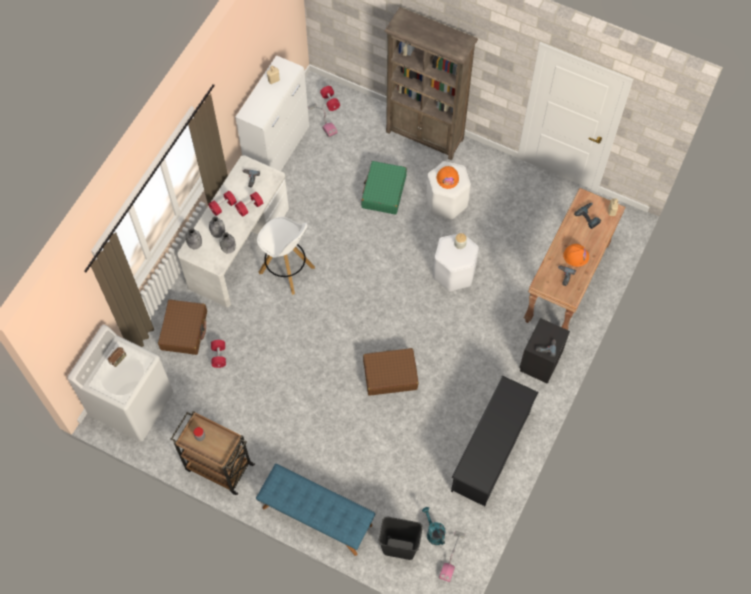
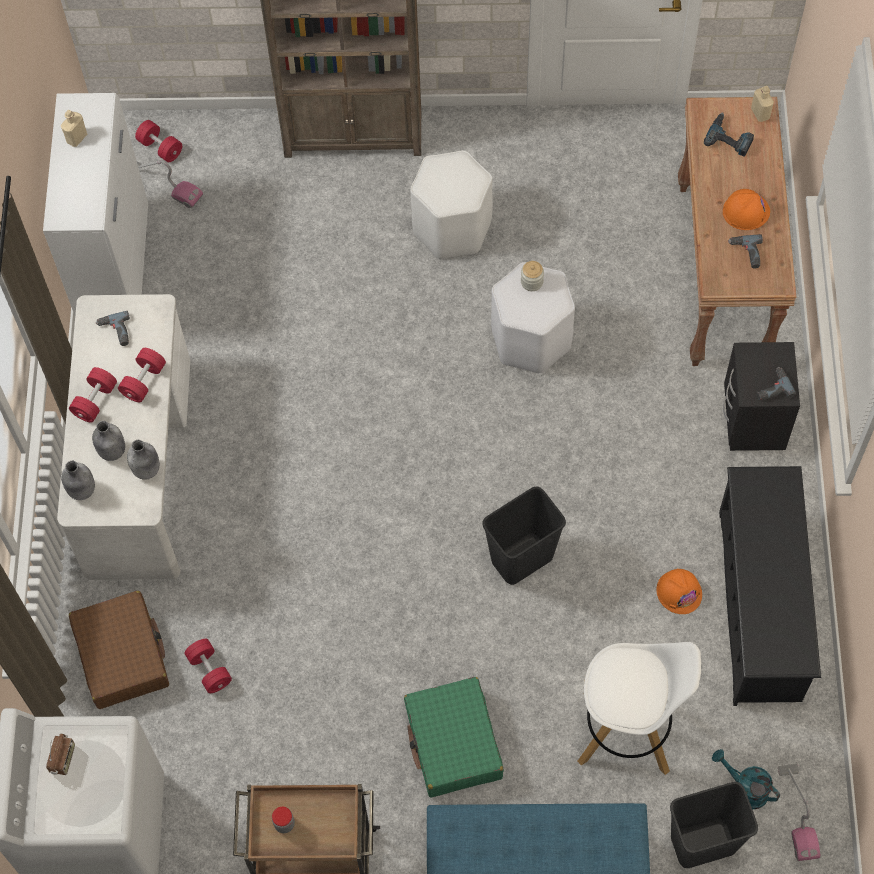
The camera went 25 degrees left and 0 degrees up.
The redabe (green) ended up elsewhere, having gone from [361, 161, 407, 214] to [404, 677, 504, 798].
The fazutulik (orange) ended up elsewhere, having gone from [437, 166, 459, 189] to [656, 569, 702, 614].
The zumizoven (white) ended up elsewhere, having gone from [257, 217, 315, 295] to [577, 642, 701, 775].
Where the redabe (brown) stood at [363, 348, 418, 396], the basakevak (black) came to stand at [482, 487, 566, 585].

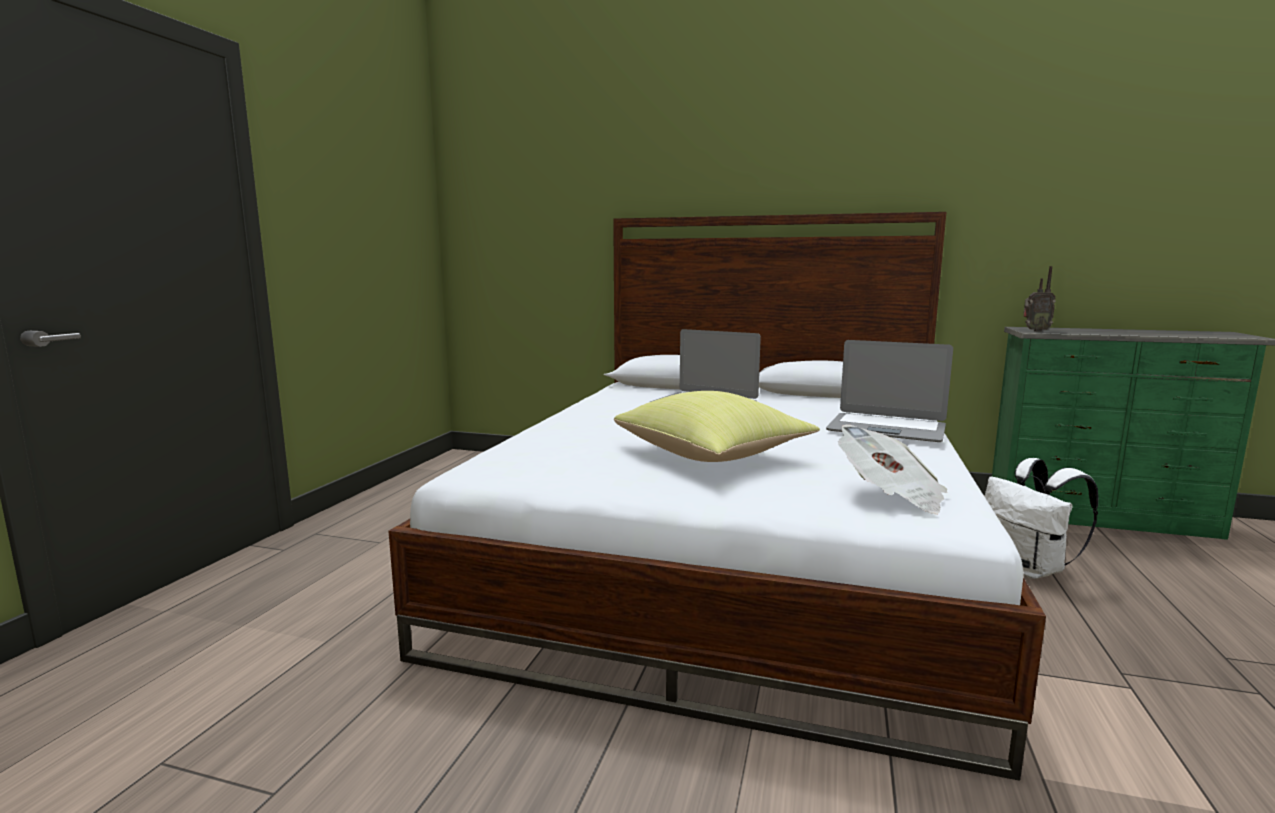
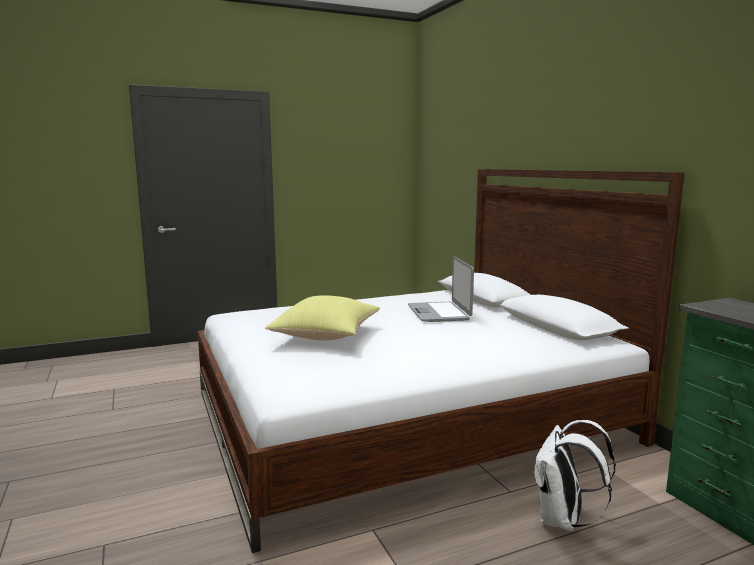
The camera went 50 degrees right and 0 degrees up.
The second view lost the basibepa at [1023, 266, 1056, 332].
The second view lost the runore at [826, 340, 953, 442].
The second view lost the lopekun at [838, 424, 947, 515].

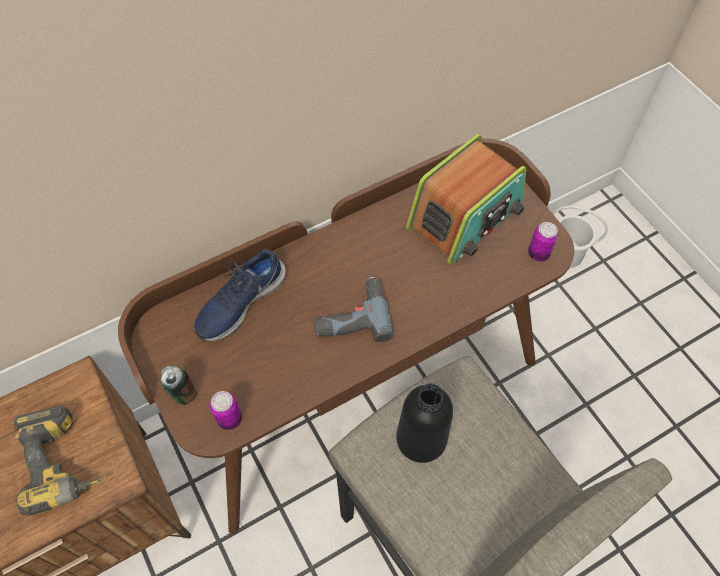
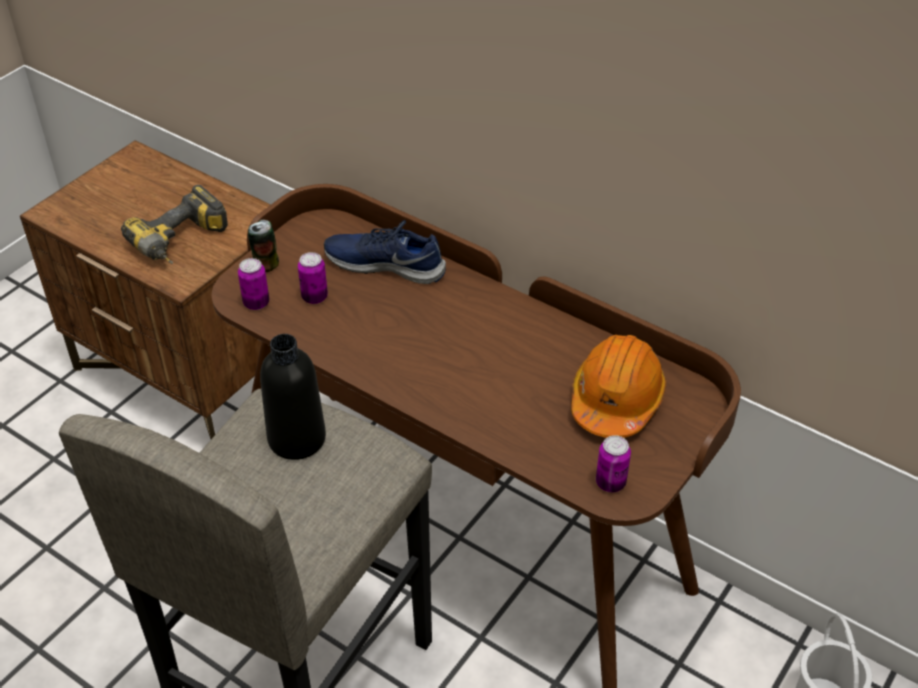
The camera went 65 degrees right and 15 degrees down.
Where the basibepa stood at [406, 134, 526, 265], the fazutulik (orange) came to stand at [571, 335, 666, 438].
The second view lost the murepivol at [314, 277, 393, 342].
The second view gained the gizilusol at [298, 252, 328, 304].

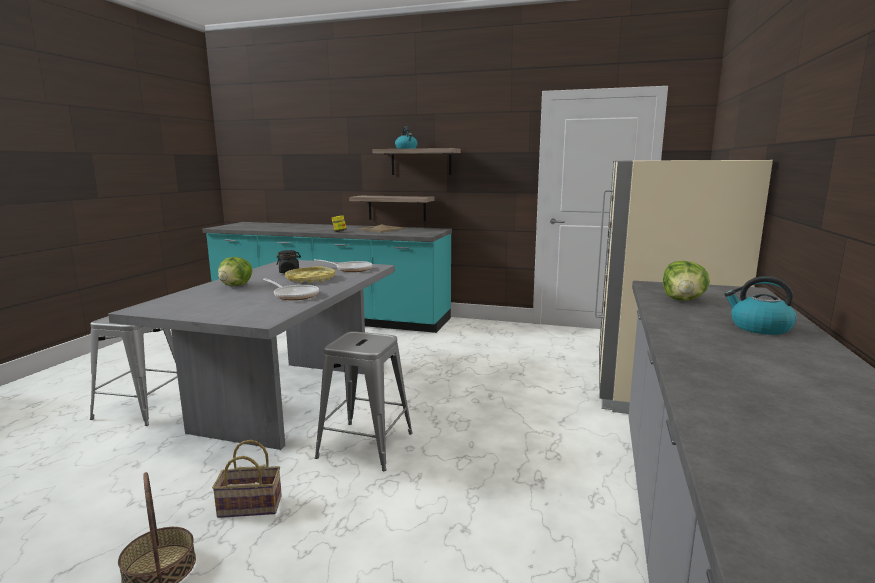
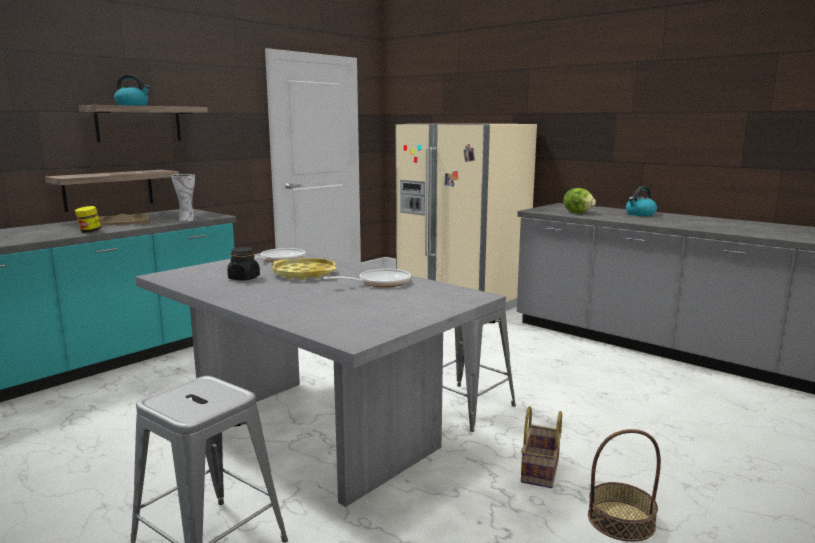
The camera went 65 degrees left and 0 degrees up.
The second view lost the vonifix at [218, 257, 252, 286].
The second view gained the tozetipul at [171, 174, 196, 221].

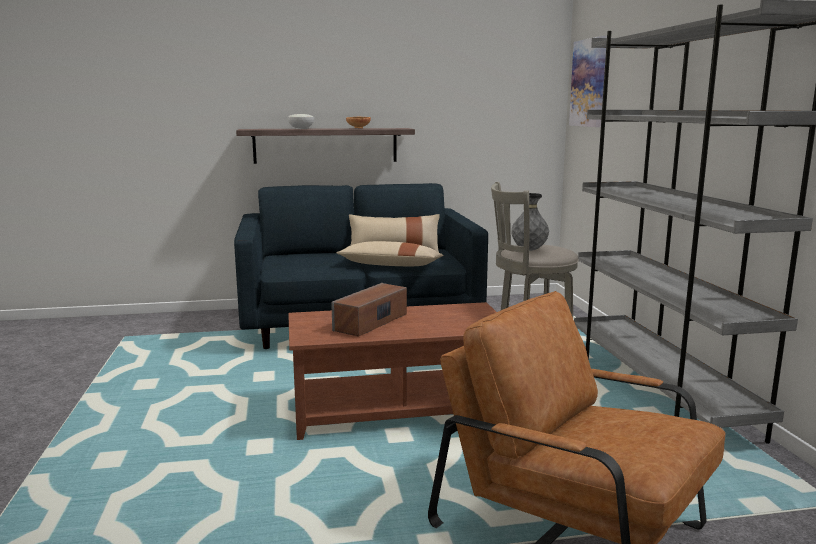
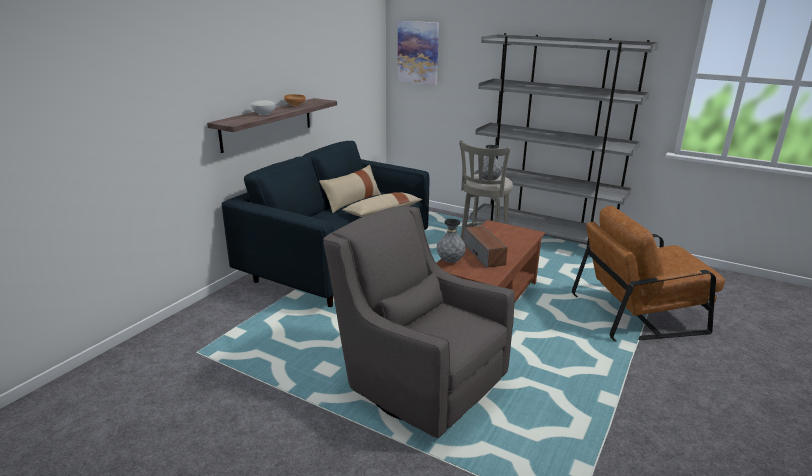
The camera went 50 degrees left and 10 degrees up.
The second view gained the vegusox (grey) at [323, 205, 515, 438].
The second view gained the tozetipul (grey) at [437, 219, 466, 263].

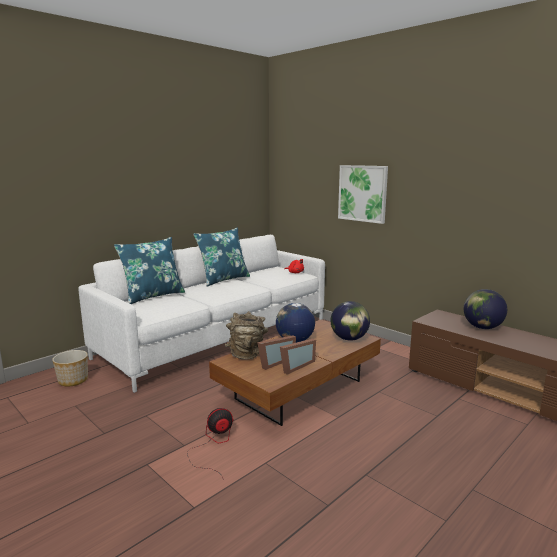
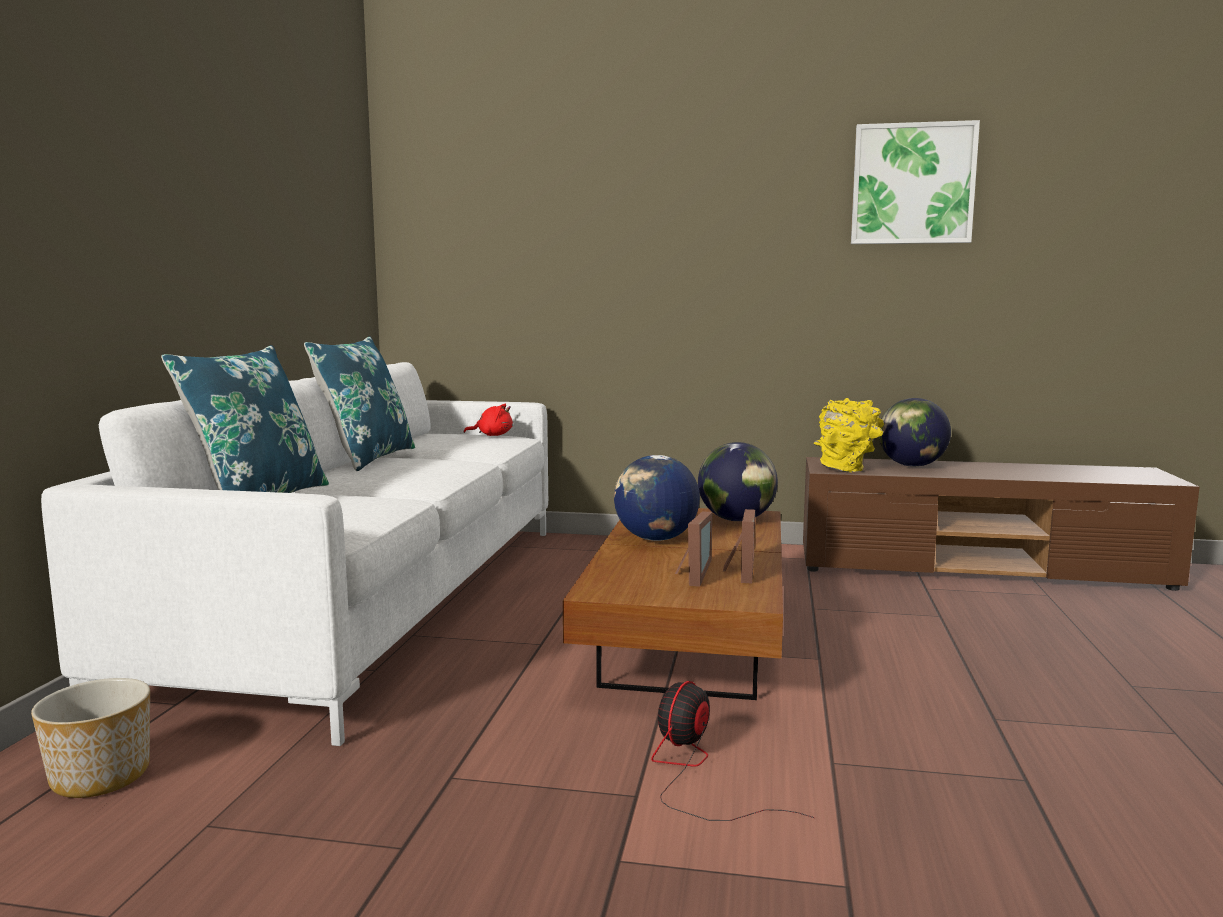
The camera went 35 degrees left and 5 degrees down.
The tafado ended up elsewhere, having gone from [338, 165, 388, 224] to [851, 120, 980, 244].
The second view lost the tozetipul (brown) at [225, 311, 268, 359].
The second view gained the tozetipul (yellow) at [813, 398, 884, 472].

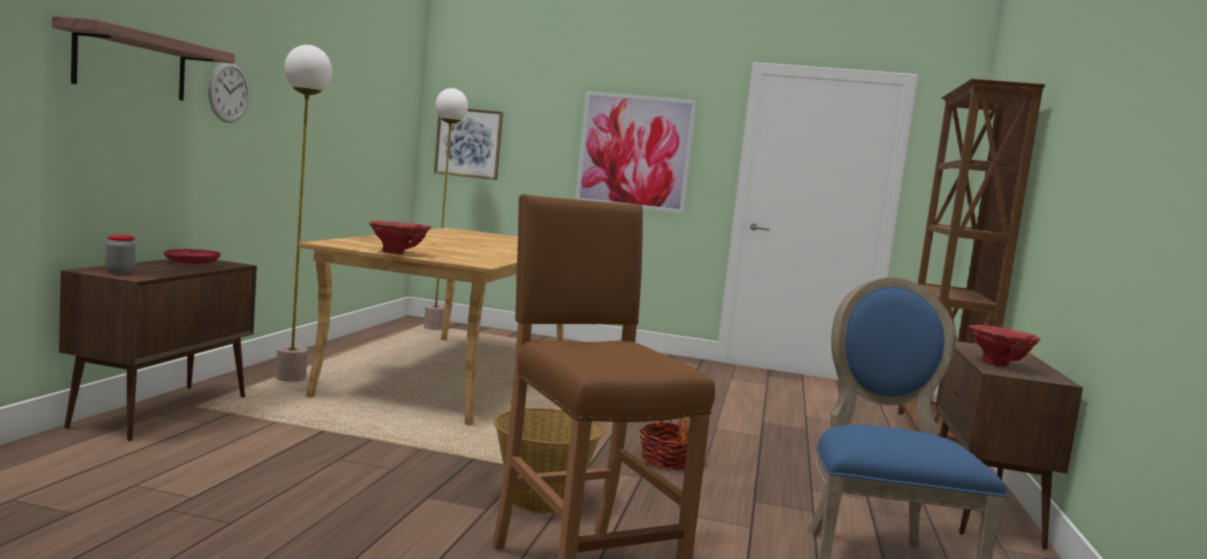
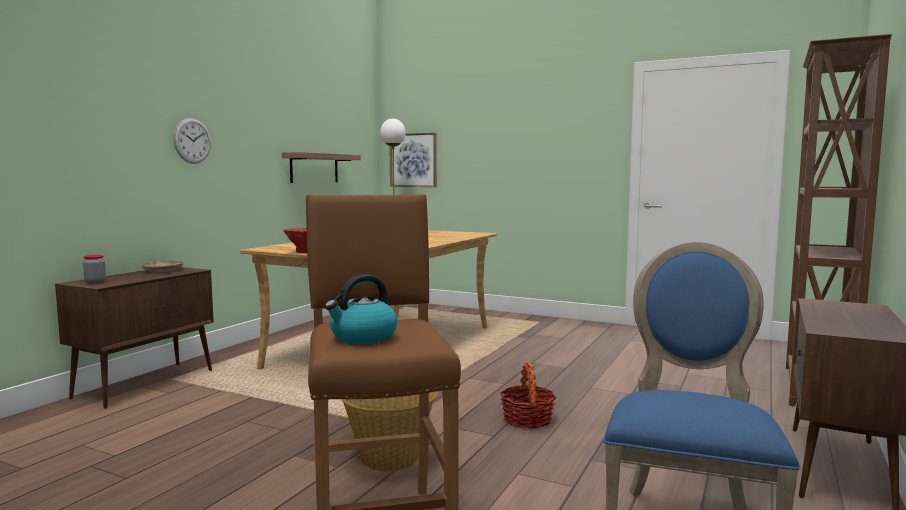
The camera went 15 degrees right and 0 degrees up.
The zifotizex ended up elsewhere, having gone from [52, 16, 235, 101] to [282, 152, 361, 183].
The second view lost the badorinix at [276, 45, 332, 382].
The second view lost the tafado at [575, 91, 697, 214].
What was the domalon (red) at [164, 249, 221, 264] turned into the domalon (beige) at [142, 261, 184, 272].
The second view lost the tozetipul (red) at [969, 325, 1041, 367].
The second view gained the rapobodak at [325, 274, 397, 344].

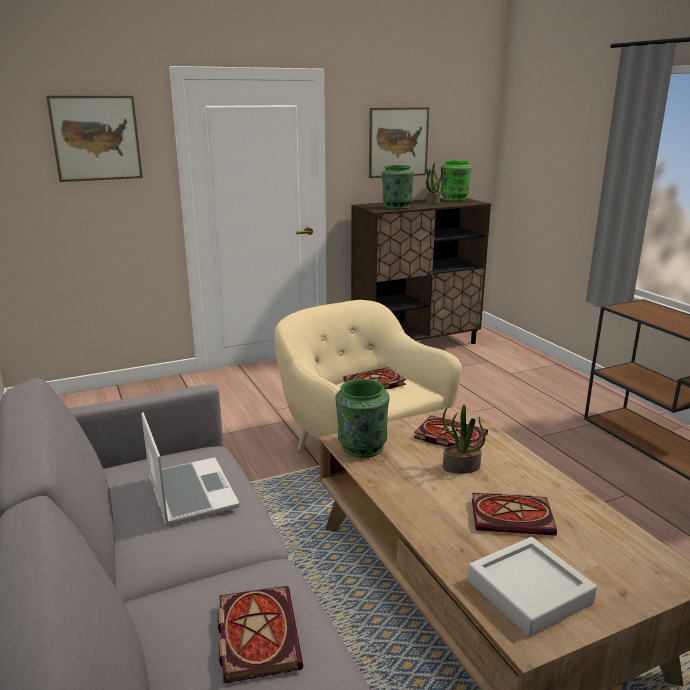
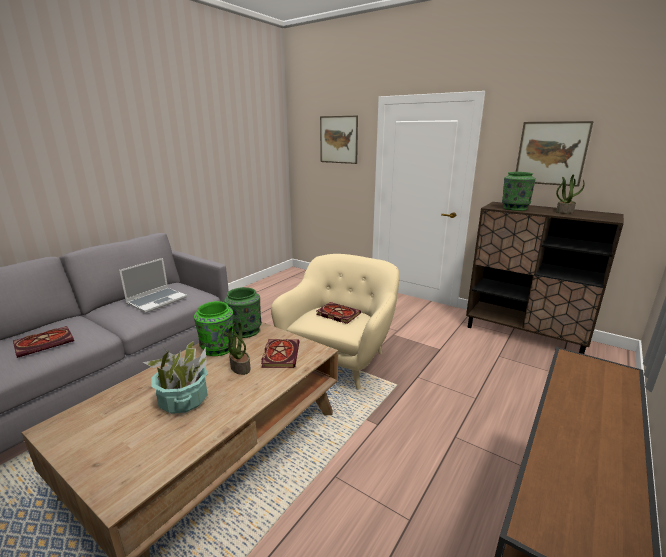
The camera went 60 degrees right and 0 degrees up.
The tozetipul (green) ended up elsewhere, having gone from [440, 160, 472, 201] to [194, 301, 235, 356].
Where the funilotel stood at [472, 493, 557, 535], the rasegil came to stand at [143, 341, 208, 414].
The second view lost the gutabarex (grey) at [468, 537, 597, 637].

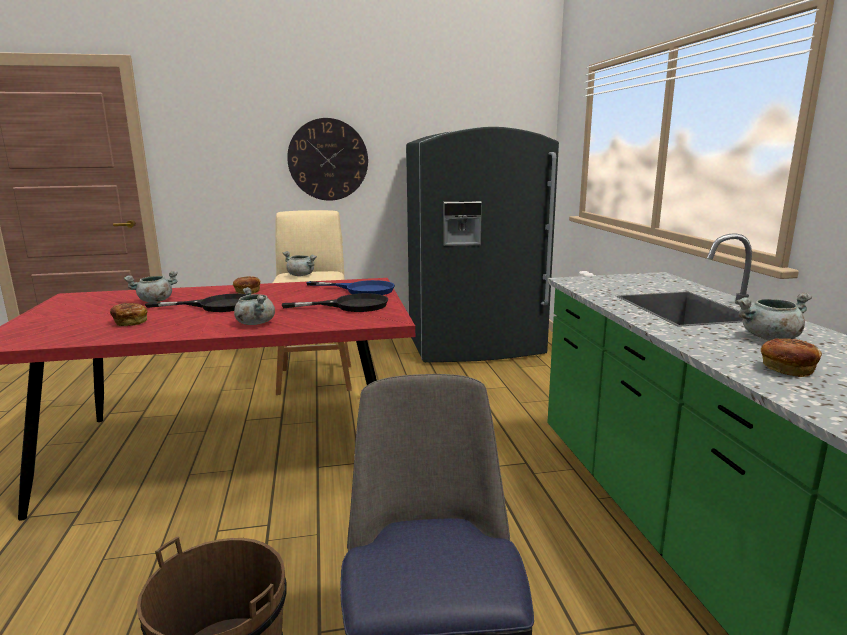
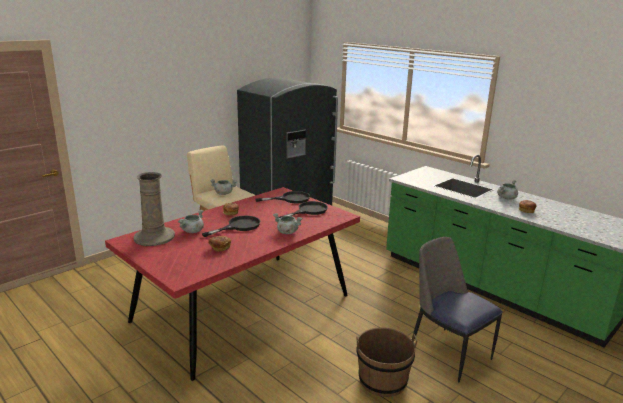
The camera went 35 degrees left and 5 degrees up.
The second view lost the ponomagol at [287, 118, 368, 201].
What was the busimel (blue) at [307, 280, 395, 295] turned into the busimel (black) at [255, 191, 310, 203].
The second view gained the tozetipul (beige) at [134, 172, 175, 246].

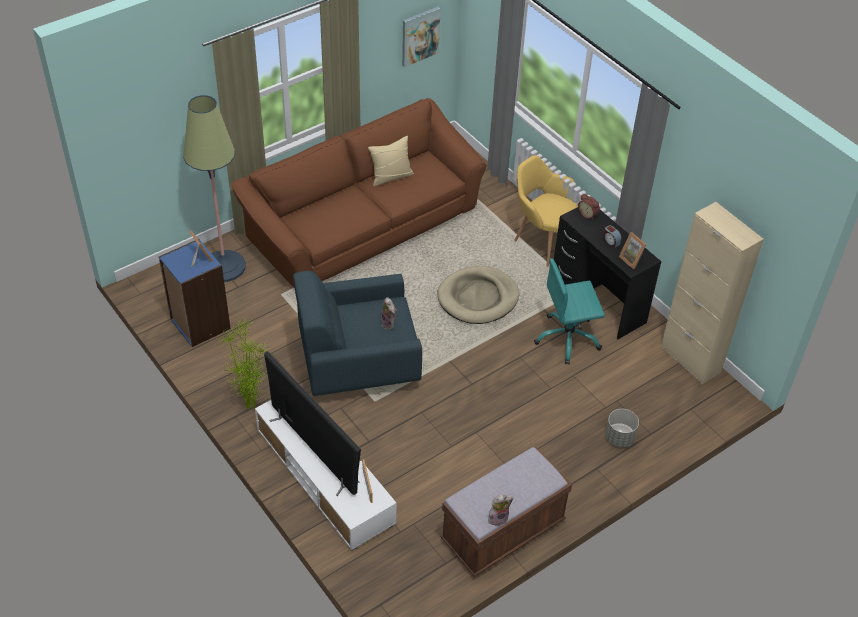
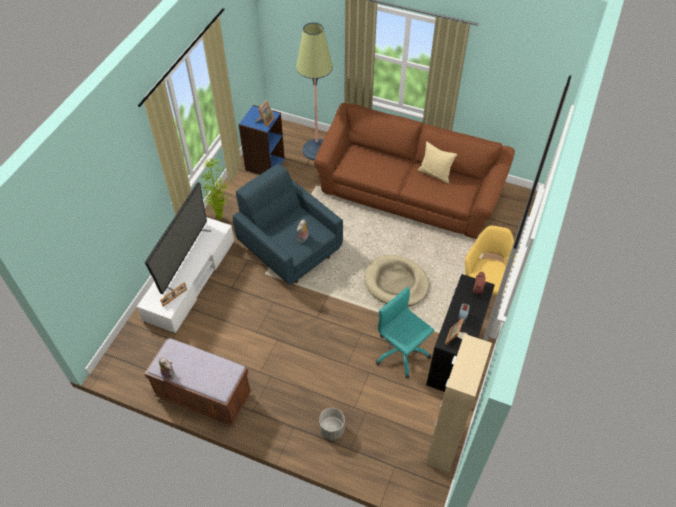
The camera went 60 degrees right and 5 degrees up.
The second view lost the tafado at [402, 7, 441, 67].

